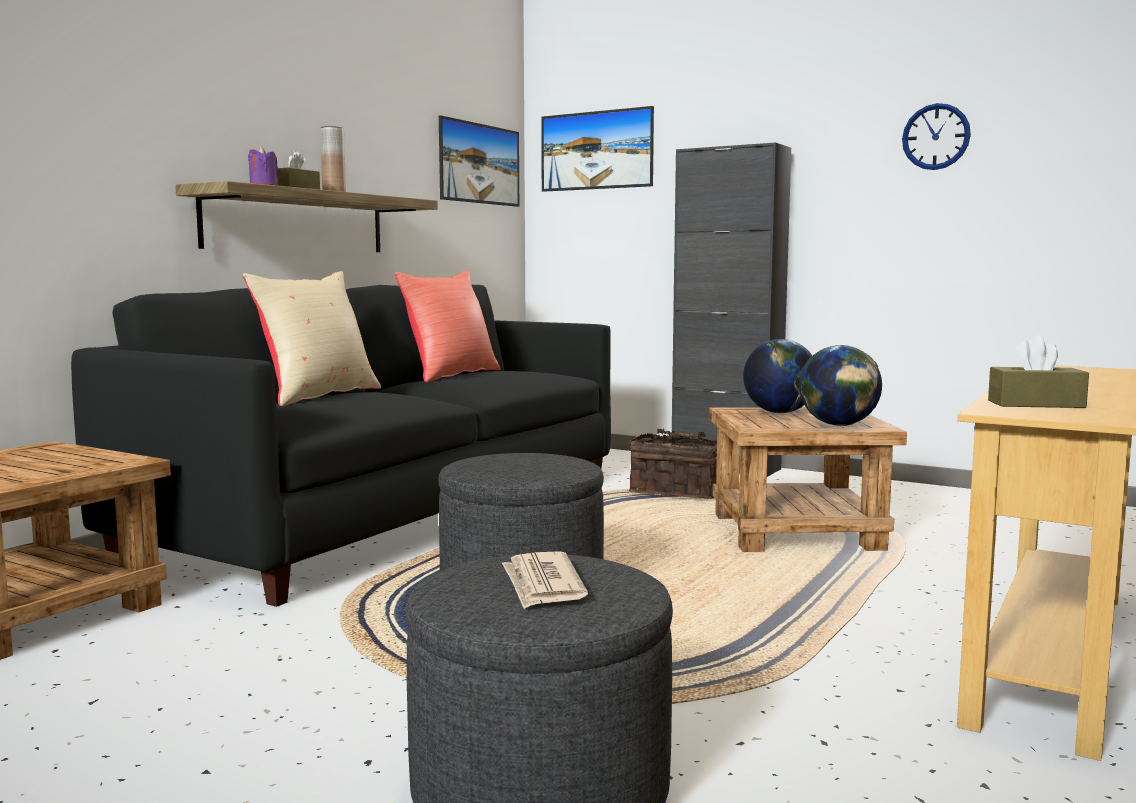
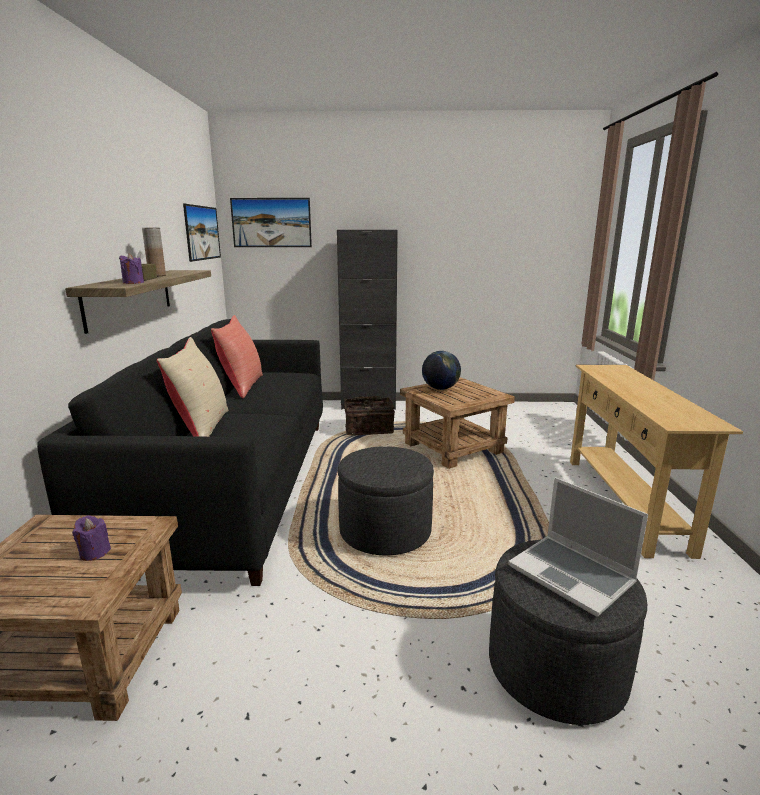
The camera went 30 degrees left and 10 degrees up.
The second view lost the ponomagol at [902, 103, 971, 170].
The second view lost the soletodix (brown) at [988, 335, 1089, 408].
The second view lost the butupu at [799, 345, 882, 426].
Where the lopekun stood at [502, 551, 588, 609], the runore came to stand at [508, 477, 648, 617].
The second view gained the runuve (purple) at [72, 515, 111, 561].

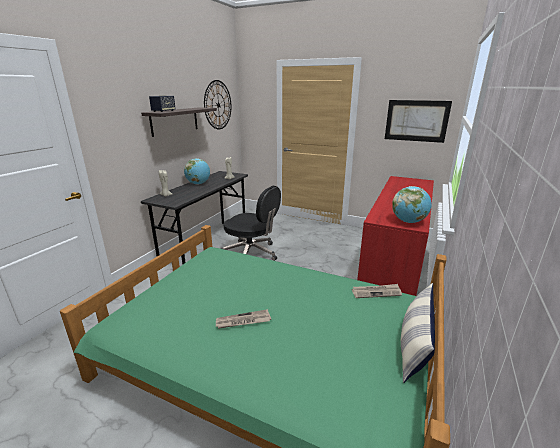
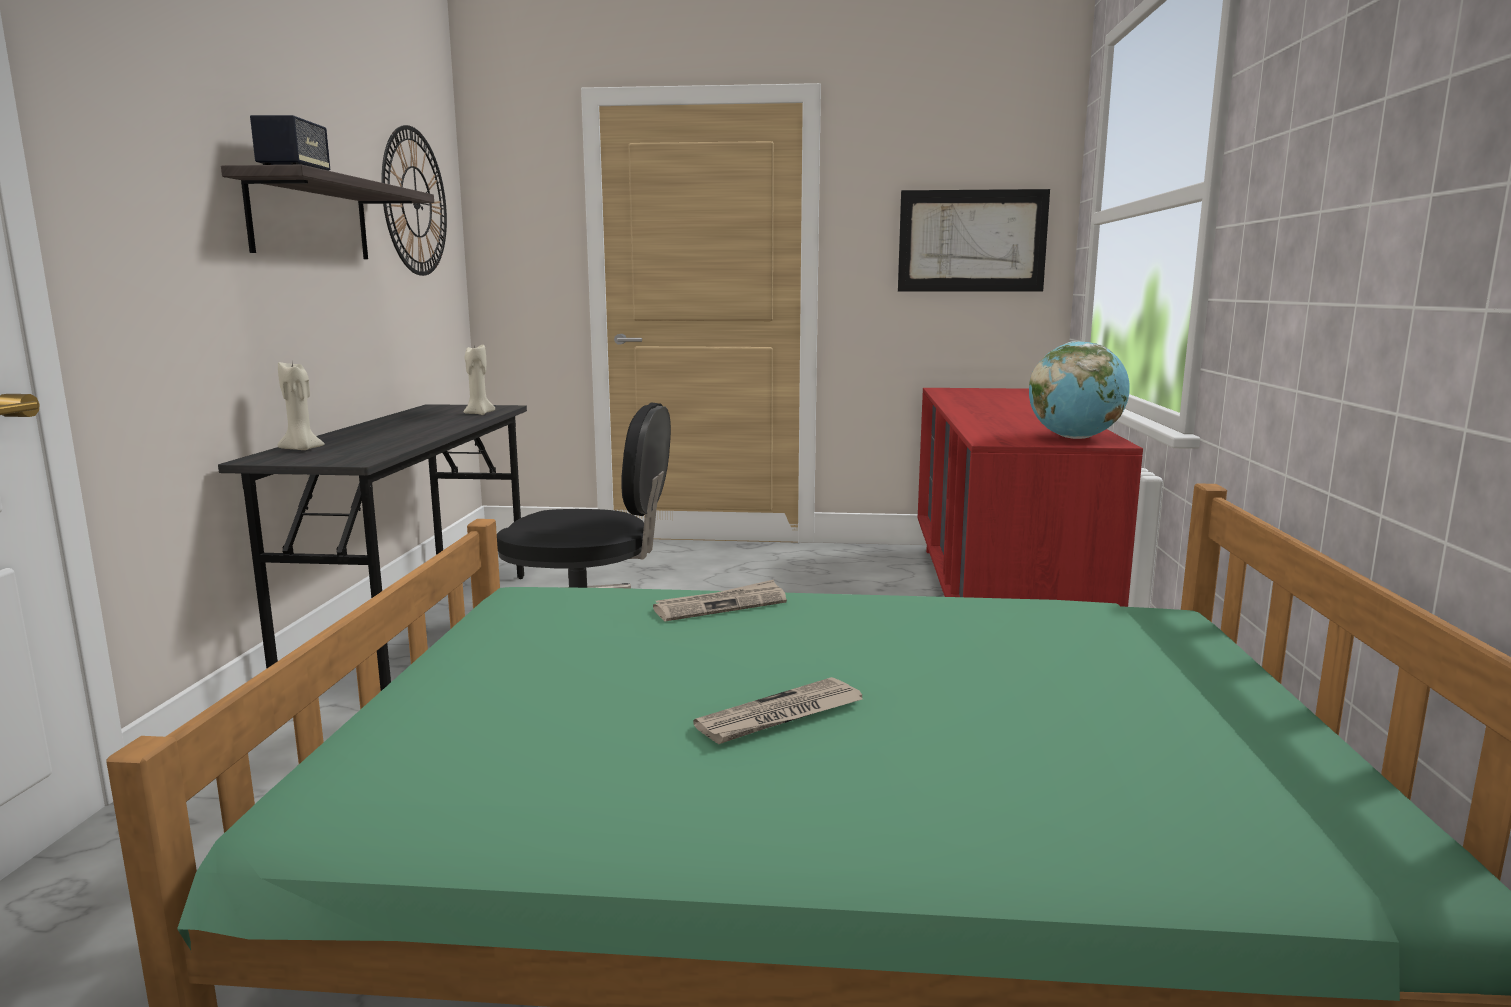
The camera went 20 degrees left and 10 degrees down.
The second view lost the butupu at [184, 158, 210, 185].
The second view lost the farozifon at [401, 283, 435, 383].
The lopekun ended up elsewhere, having gone from [352, 284, 402, 298] to [653, 580, 787, 621].

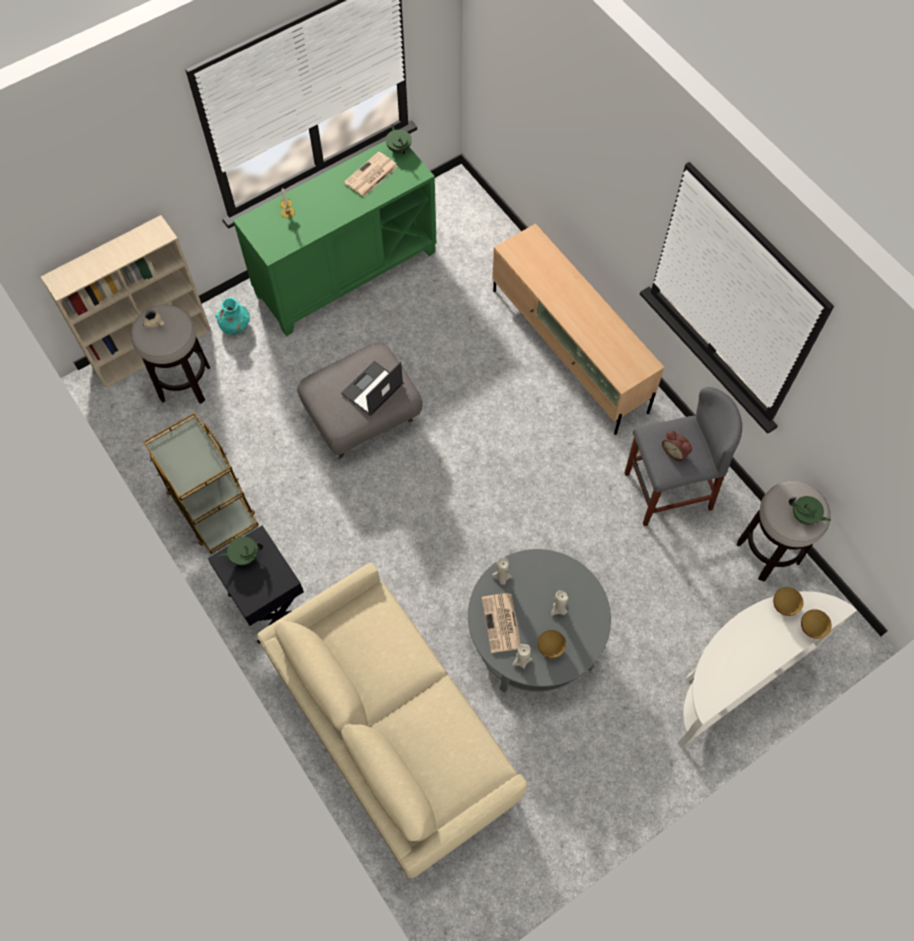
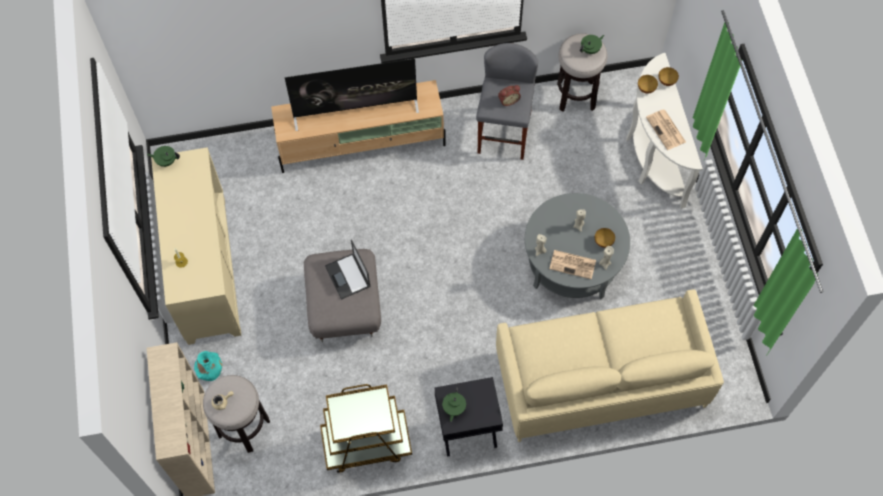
The camera went 65 degrees left and 0 degrees up.
What was the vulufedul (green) at [233, 141, 436, 336] turned into the vulufedul (beige) at [151, 147, 241, 345].
The lopekun ended up elsewhere, having gone from [344, 152, 398, 197] to [646, 109, 686, 150].
The second view gained the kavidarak at [285, 59, 419, 131].

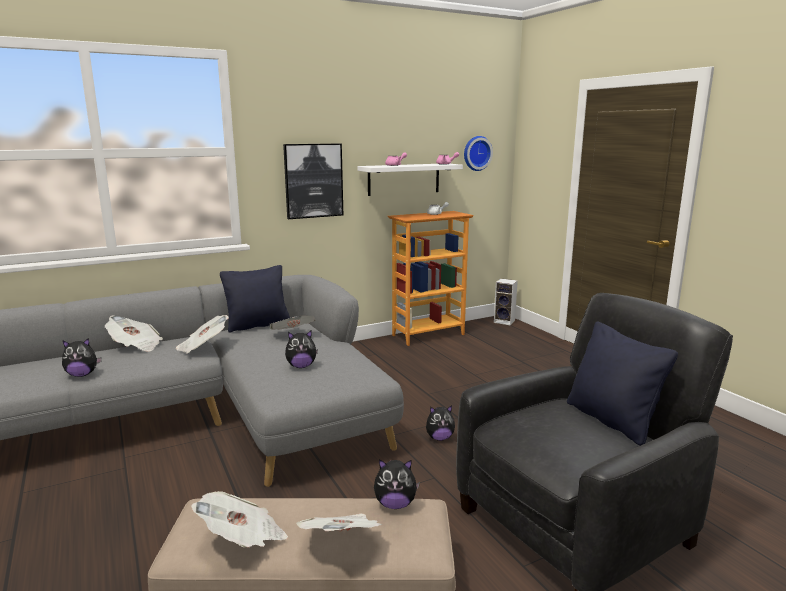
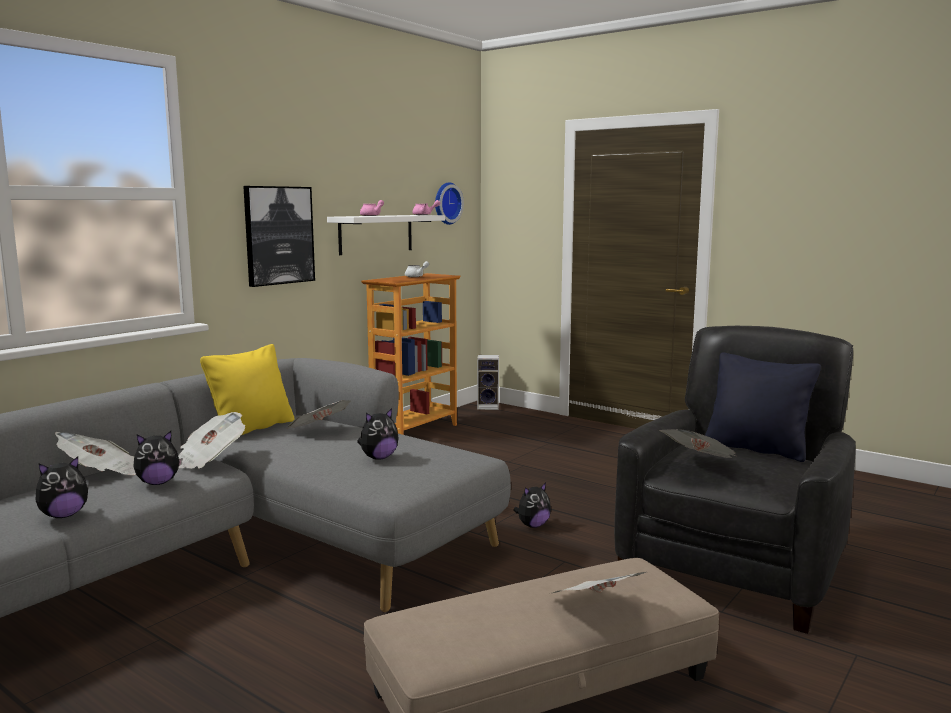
The camera went 25 degrees left and 5 degrees down.
What was the farozifon (black) at [220, 265, 290, 333] turned into the farozifon (yellow) at [200, 344, 295, 435].
The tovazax ended up elsewhere, having gone from [374, 459, 420, 509] to [133, 431, 182, 485].
The lopekun ended up elsewhere, having gone from [191, 491, 288, 548] to [659, 429, 736, 458].

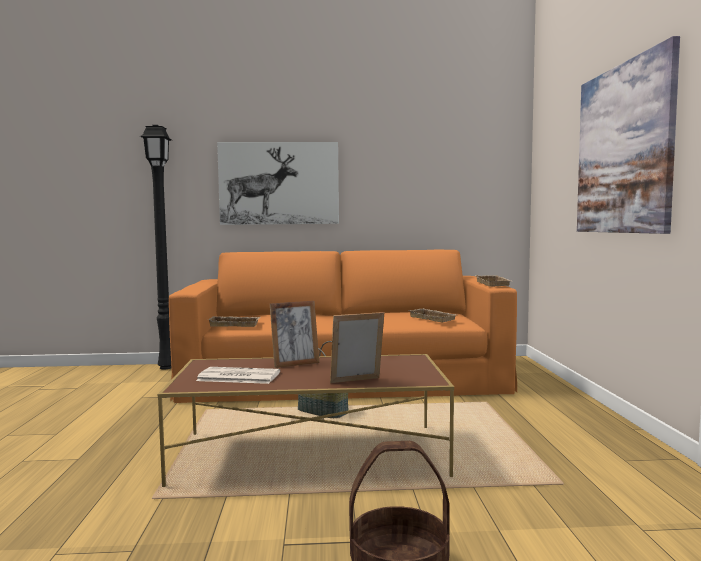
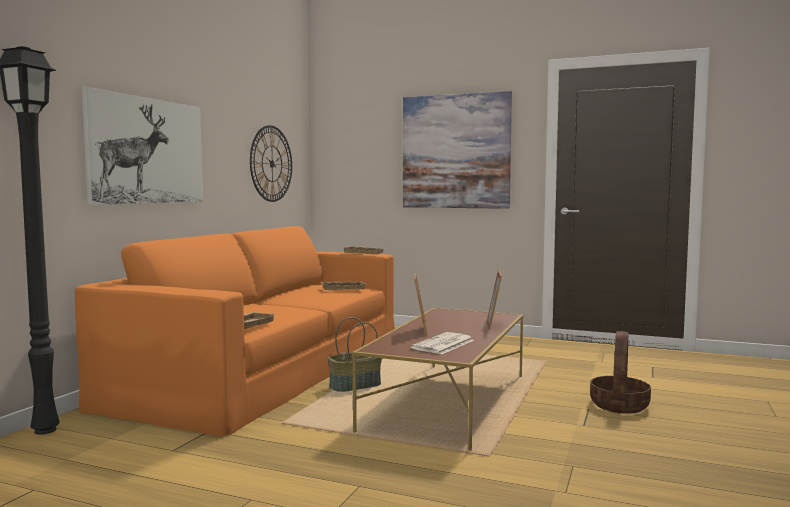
The camera went 65 degrees left and 0 degrees up.
The second view gained the ponomagol at [250, 125, 292, 202].

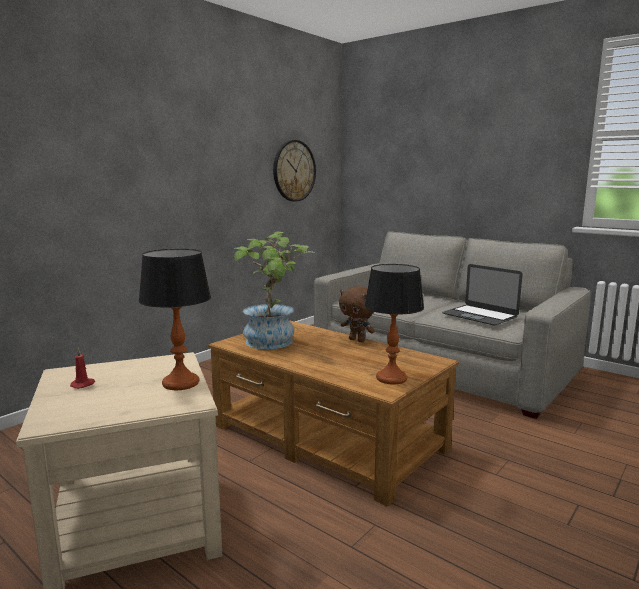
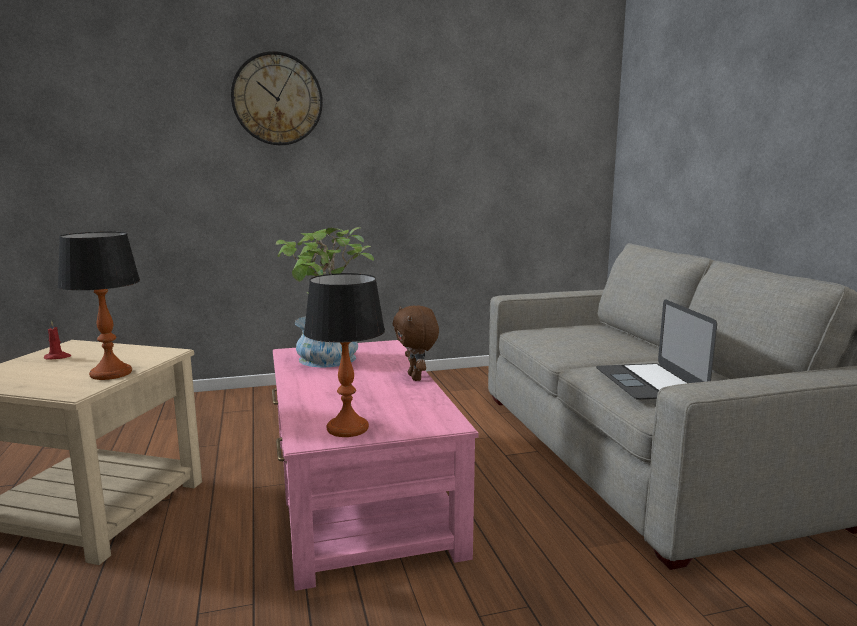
The camera went 35 degrees right and 0 degrees up.
The ponomagol ended up elsewhere, having gone from [273, 140, 316, 202] to [231, 51, 323, 145].
What was the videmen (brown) at [208, 320, 459, 506] turned into the videmen (pink) at [272, 340, 478, 591].

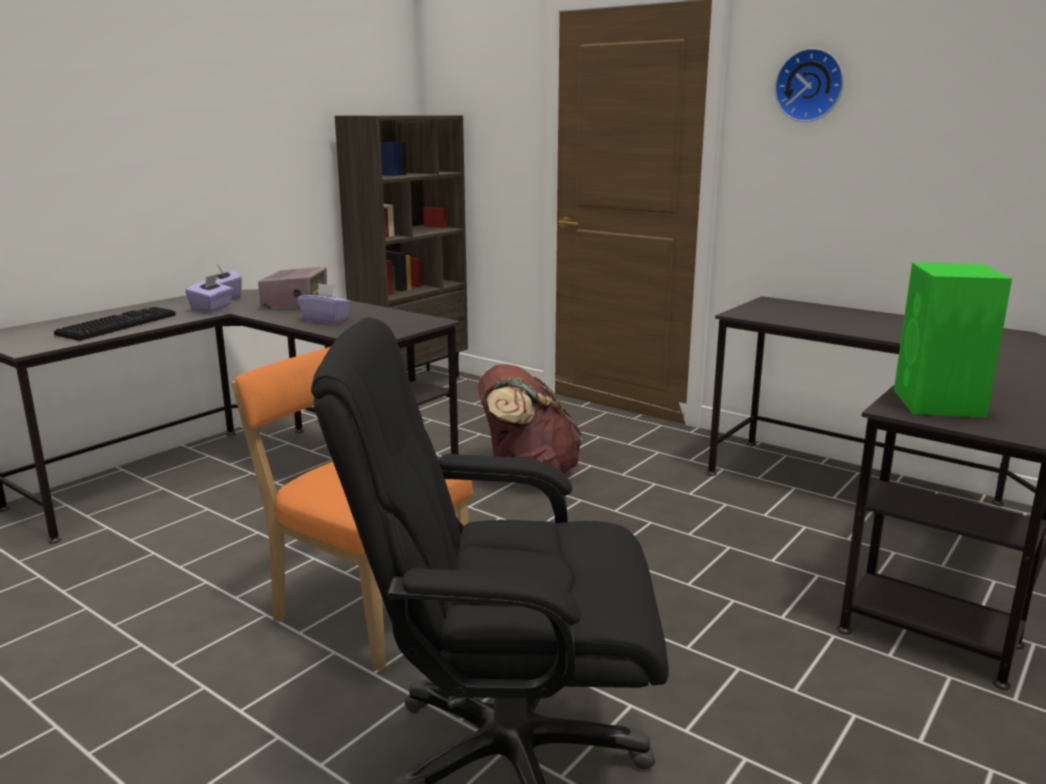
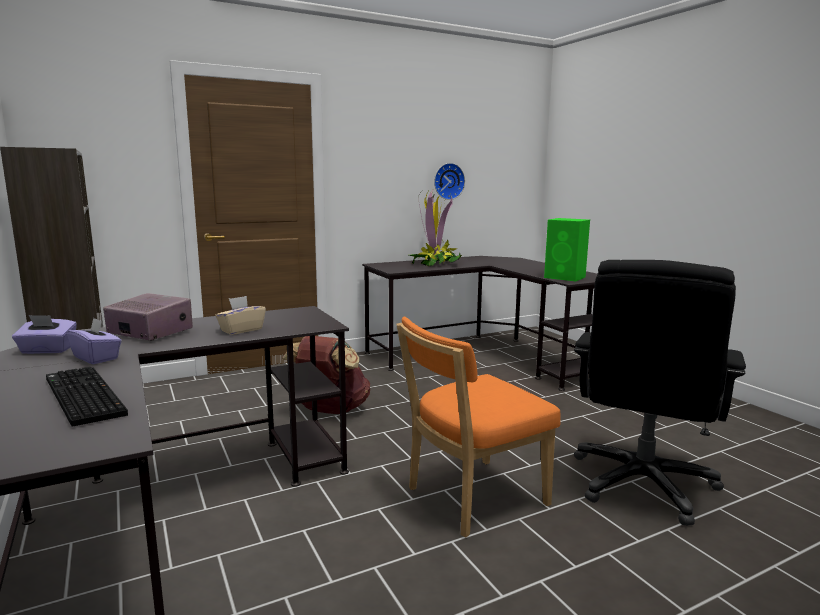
The camera went 65 degrees left and 5 degrees down.
The ponomagol ended up elsewhere, having gone from [774, 48, 844, 122] to [434, 163, 465, 200].
What was the soletodix (purple) at [297, 283, 351, 324] turned into the soletodix (beige) at [216, 296, 266, 335].
The second view gained the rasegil at [409, 188, 462, 266].

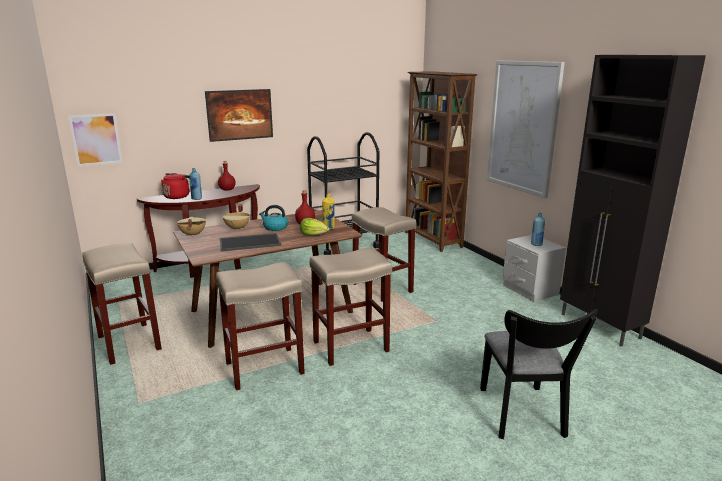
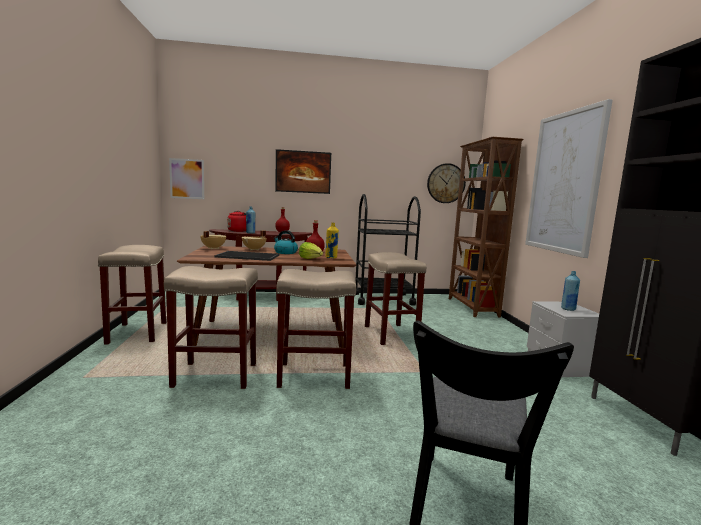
The camera went 20 degrees right and 10 degrees down.
The second view gained the ponomagol at [427, 163, 466, 203].

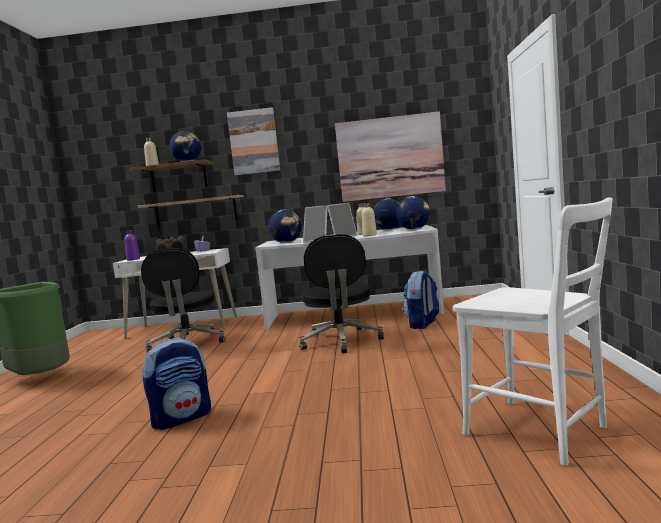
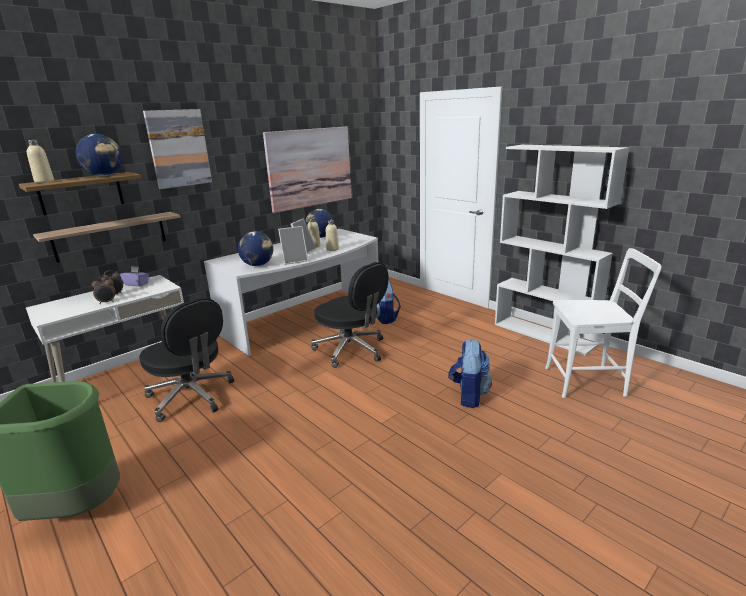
The camera went 45 degrees left and 15 degrees up.
The second view lost the butupu at [396, 196, 430, 230].
The second view lost the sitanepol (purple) at [124, 230, 140, 261].
The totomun ended up elsewhere, having gone from [143, 337, 211, 429] to [448, 339, 492, 408].
The second view gained the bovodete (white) at [495, 145, 630, 355].

